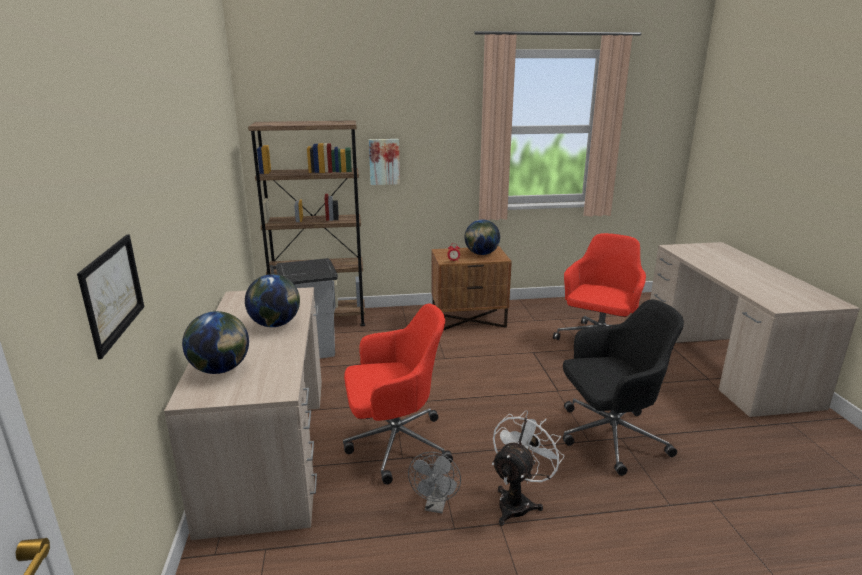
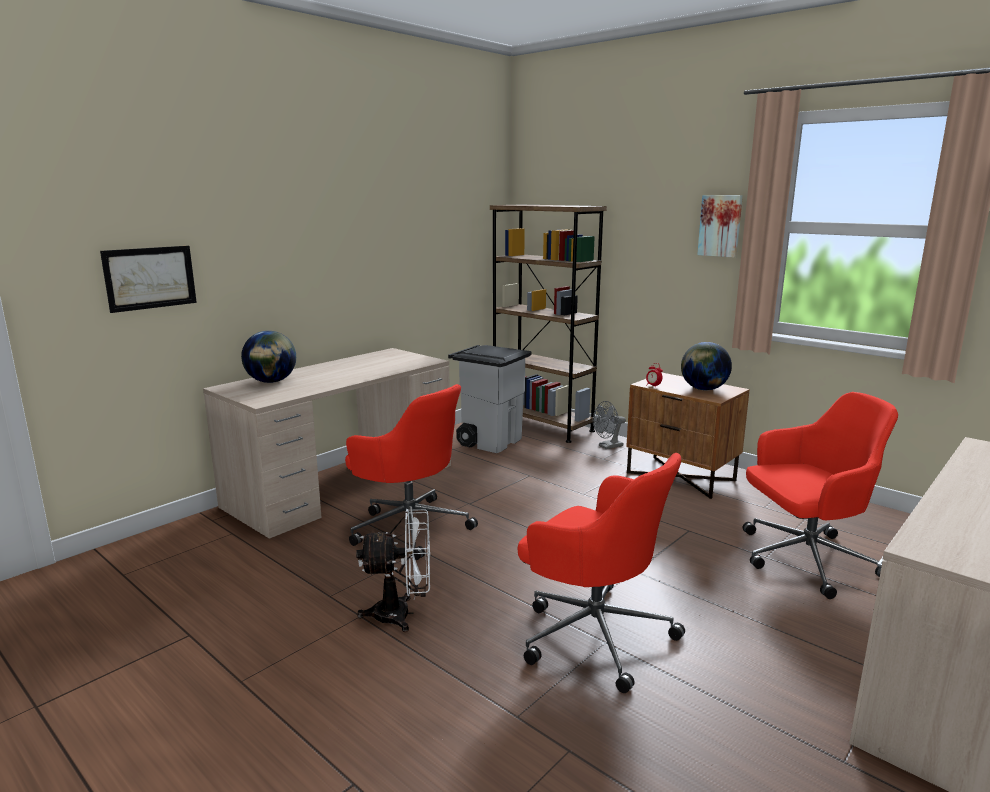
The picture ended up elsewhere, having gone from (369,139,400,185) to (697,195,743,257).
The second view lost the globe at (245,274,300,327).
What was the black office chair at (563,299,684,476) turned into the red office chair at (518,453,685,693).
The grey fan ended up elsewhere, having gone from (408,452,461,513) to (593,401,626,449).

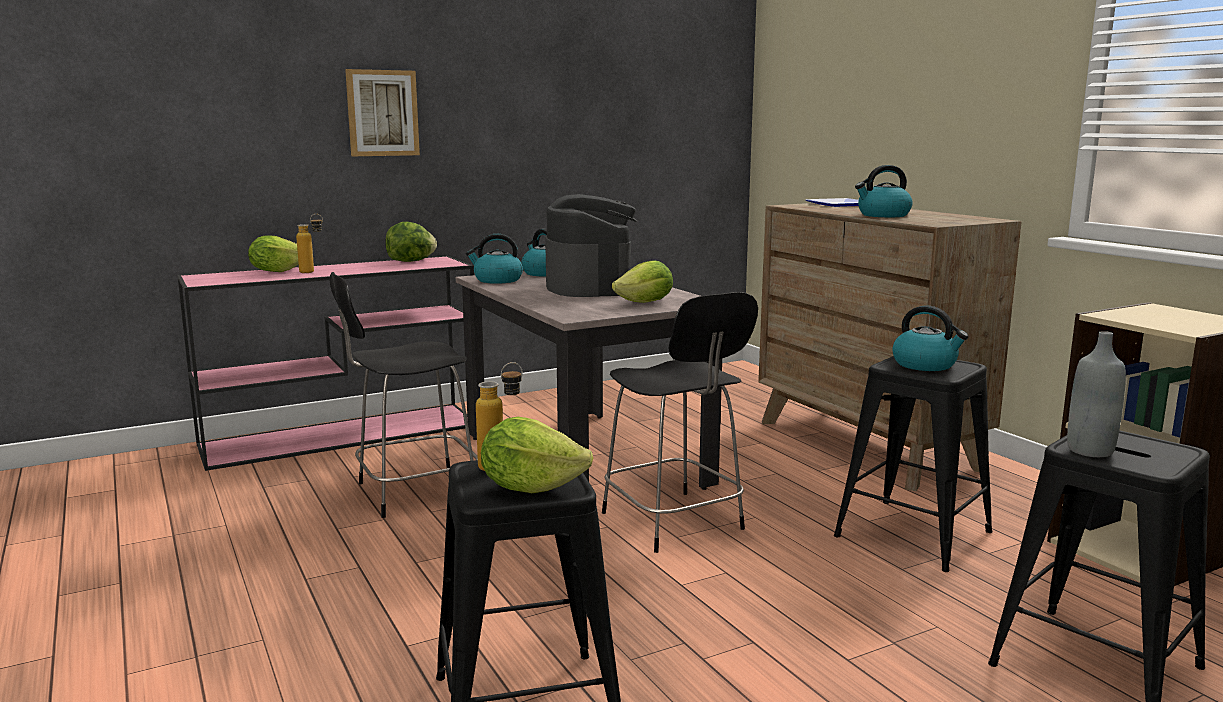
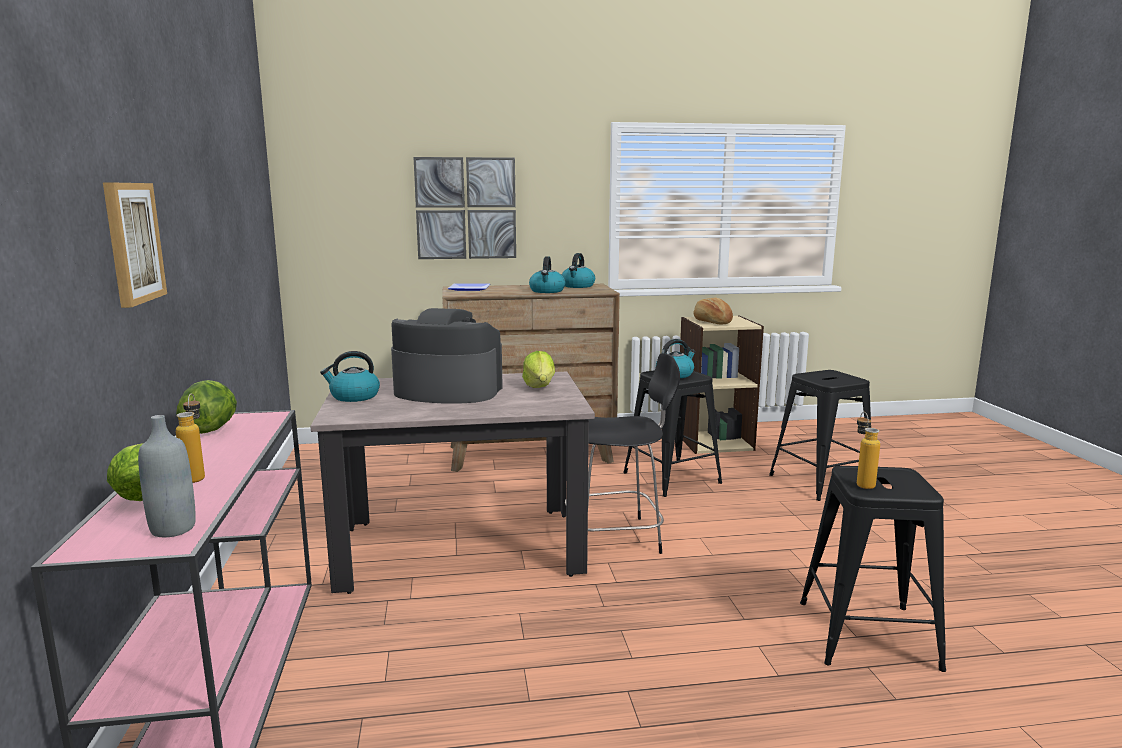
The kettle ended up elsewhere, having gone from (466,234,523,284) to (562,253,595,288).
The second view lost the black chair at (330,272,478,518).
The grey bottle ended up elsewhere, having gone from (1067,331,1126,457) to (138,415,196,537).
The second view lost the lettuce at (481,417,593,493).
The second view gained the picture at (414,157,516,259).
The second view gained the bread at (693,298,733,324).

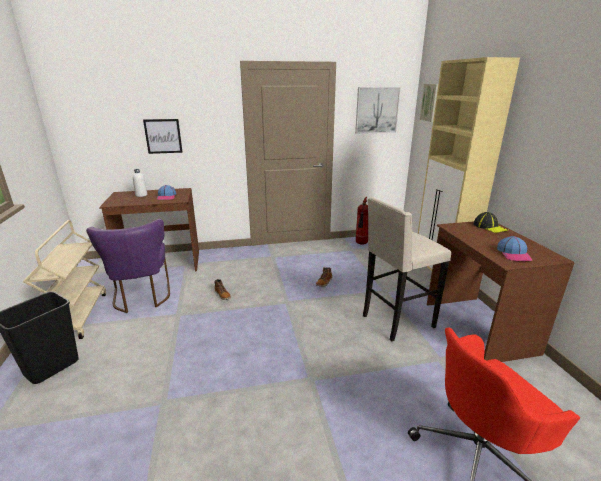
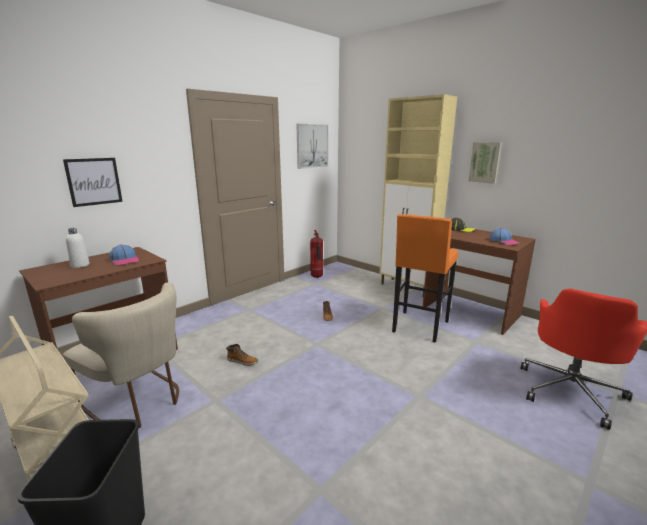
The picture ended up elsewhere, having gone from (420,84,438,122) to (469,142,502,184).
What was the beige stool at (363,197,451,341) turned into the orange stool at (392,214,458,343).
What was the purple chair at (86,219,170,313) turned into the beige chair at (63,282,179,428).

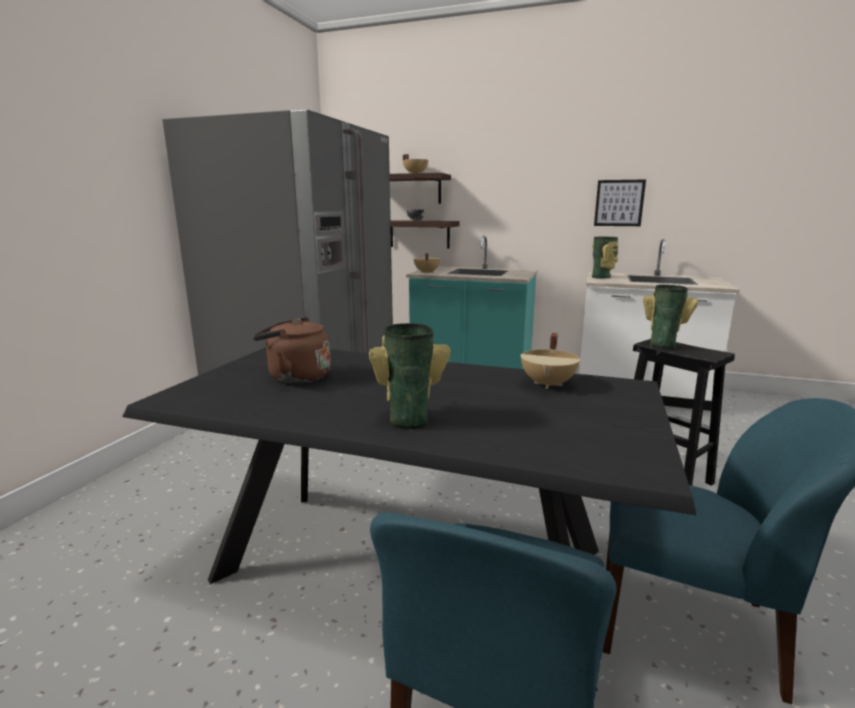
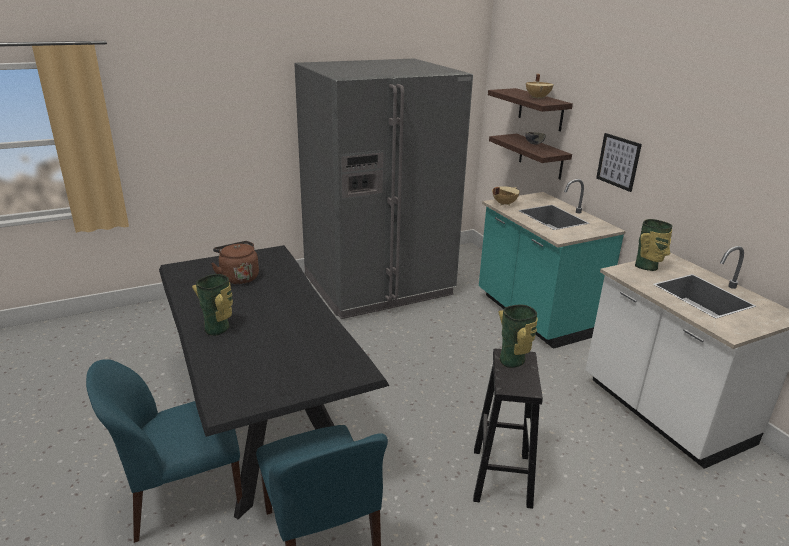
The picture ended up elsewhere, having gone from (594,179,646,226) to (596,133,642,192).
The second view lost the beige cooking pot at (520,333,581,389).

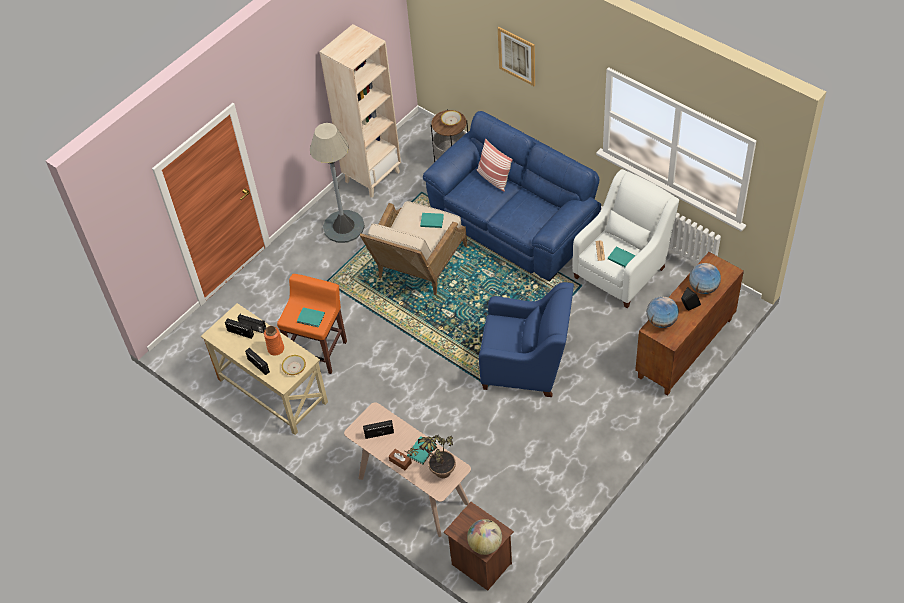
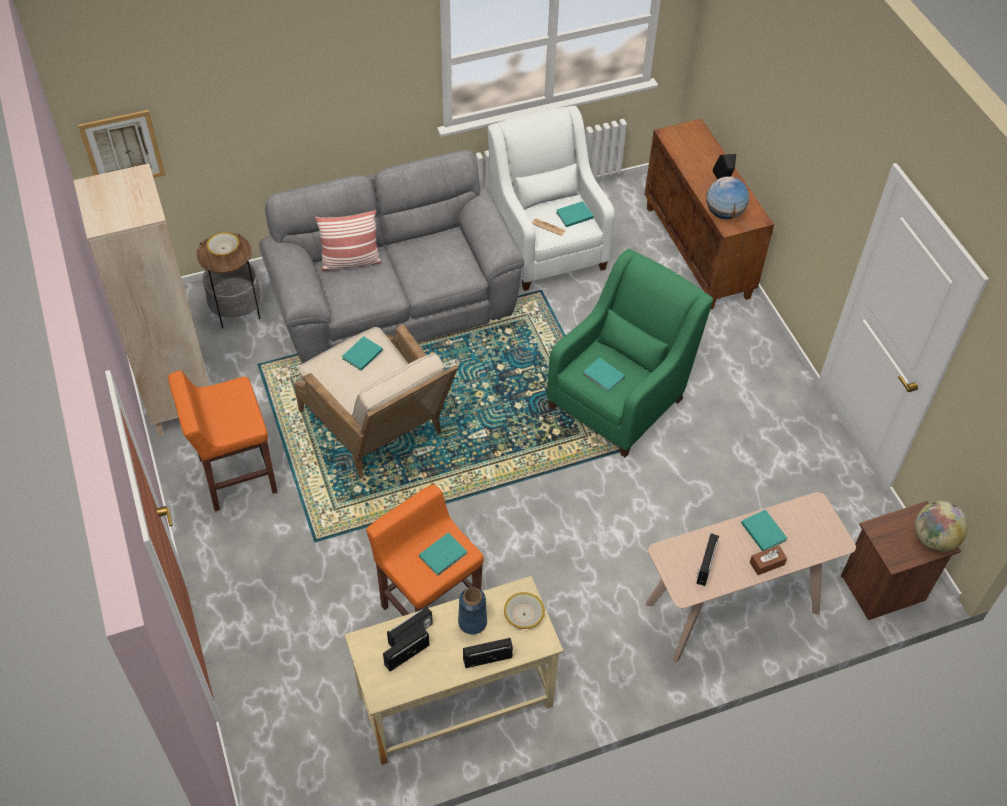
The picture ended up elsewhere, having gone from (498,27,535,86) to (78,110,166,178).
What was the blue sofa at (423,111,601,282) turned into the grey sofa at (259,150,524,364).
Where the grey floor lamp stood at (310,123,365,243), the orange stool came to stand at (168,370,277,511).
The second view lost the globe at (689,263,721,294).
What was the blue armchair at (479,282,574,397) turned into the green armchair at (547,249,713,458).
What was the orange vase at (264,326,284,356) turned into the blue vase at (458,587,487,635).
The second view lost the potted plant at (403,435,456,478).
The second view gained the turquoise book at (583,357,625,392).

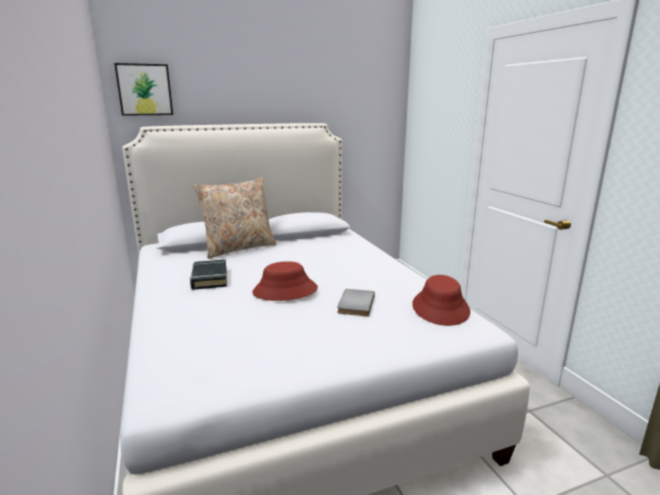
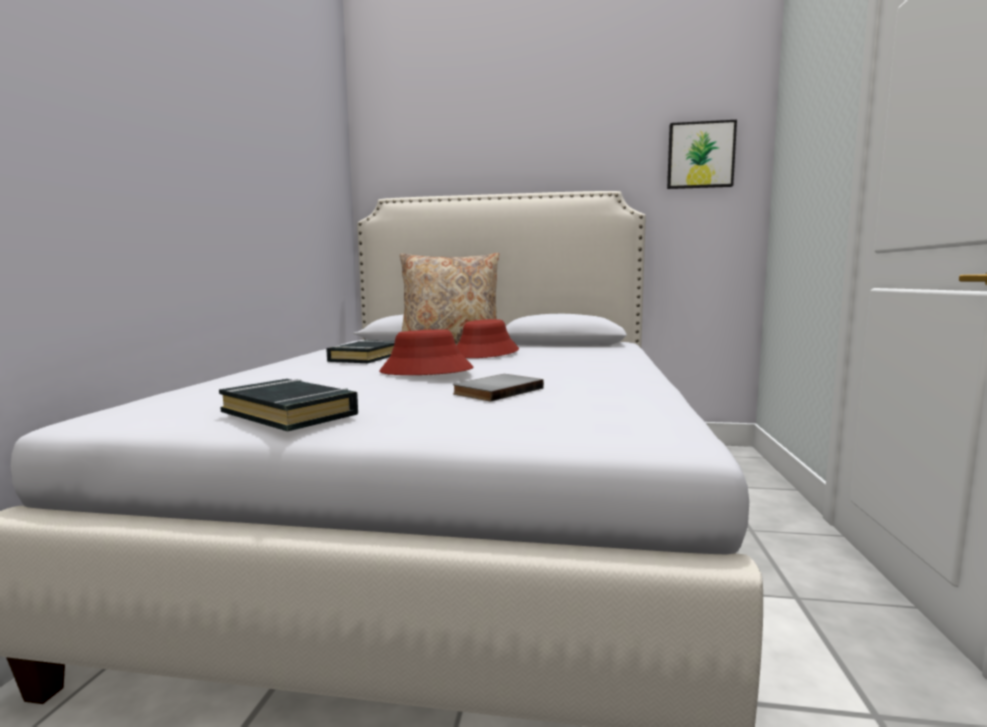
The picture ended up elsewhere, having gone from (114,63,173,116) to (667,120,737,189).
The red hat ended up elsewhere, having gone from (412,275,470,326) to (457,319,519,358).
The second view gained the black book at (219,379,358,431).

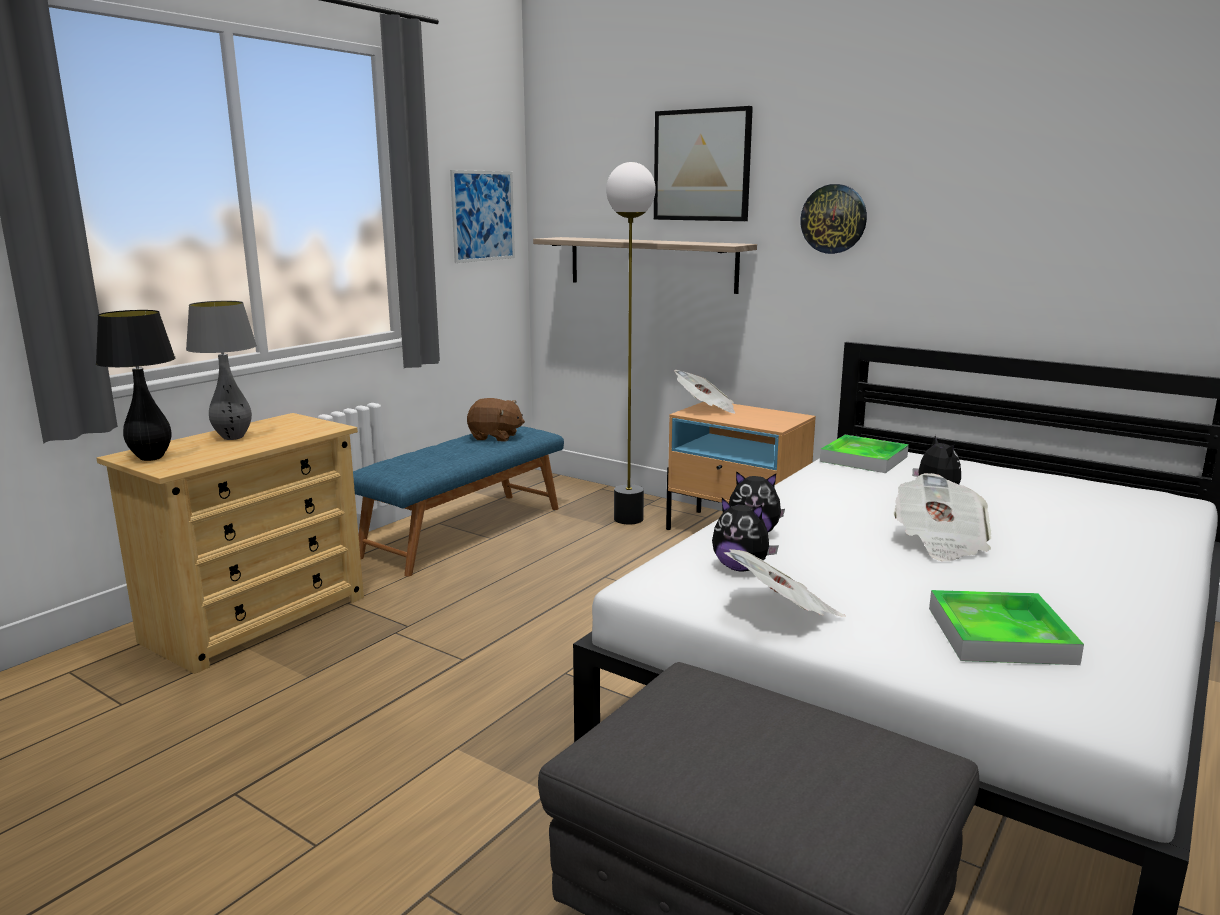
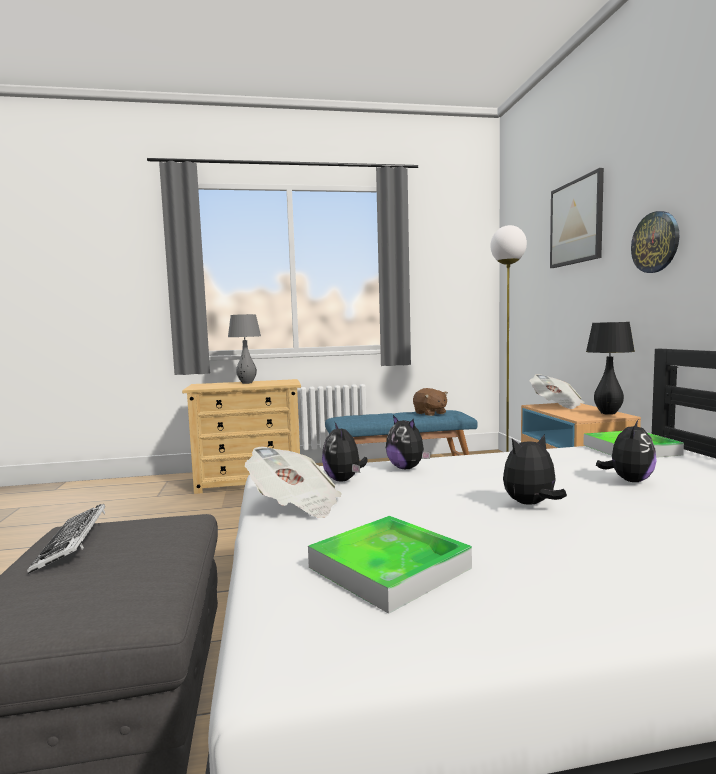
The second view lost the picture at (450,170,515,263).
The second view lost the shelf at (533,237,757,294).
The black table lamp ended up elsewhere, having gone from (96,310,175,461) to (586,322,635,415).
Where the newspaper stood at (894,473,991,561), the plush toy came to stand at (503,435,567,505).
The second view gained the keyboard at (27,504,106,574).

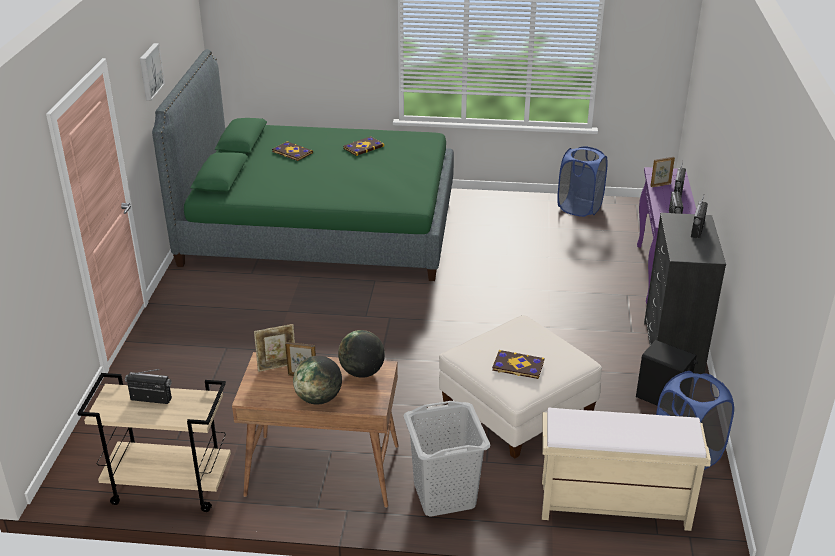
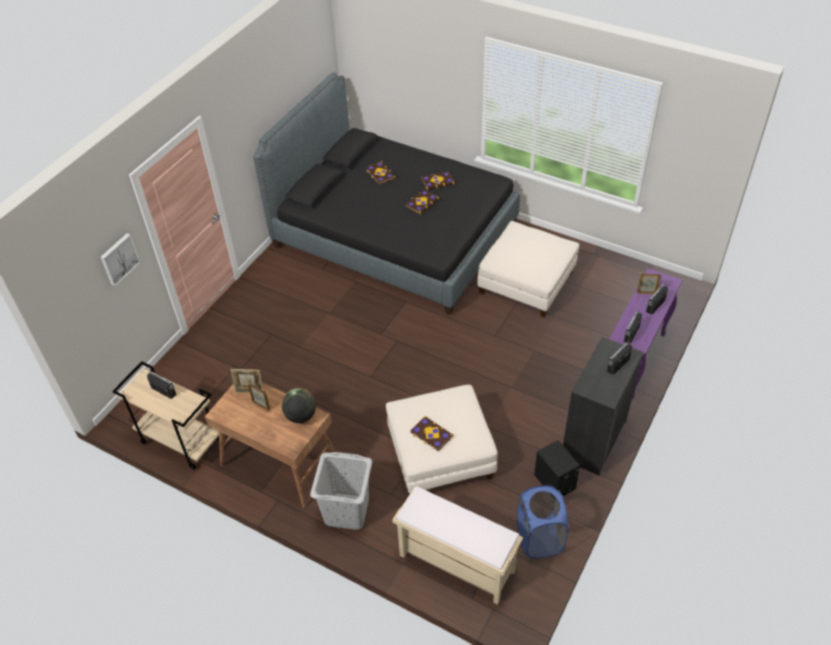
The picture ended up elsewhere, having gone from (140,43,165,100) to (100,233,141,286).
What was the green bed at (152,49,454,281) turned into the black bed at (253,72,520,315).
The second view lost the blue laundry basket at (557,146,608,217).
The second view lost the globe at (293,356,342,405).
The second view gained the book at (405,190,439,214).
The second view gained the white ottoman at (477,221,579,318).

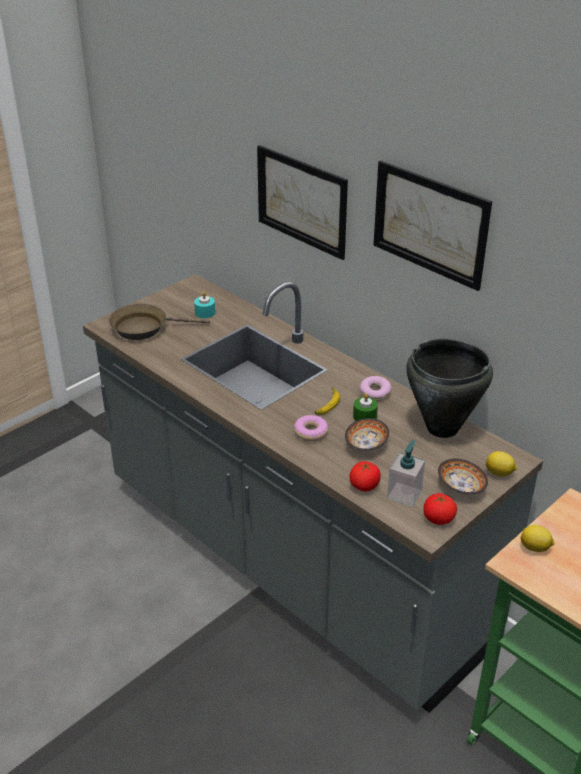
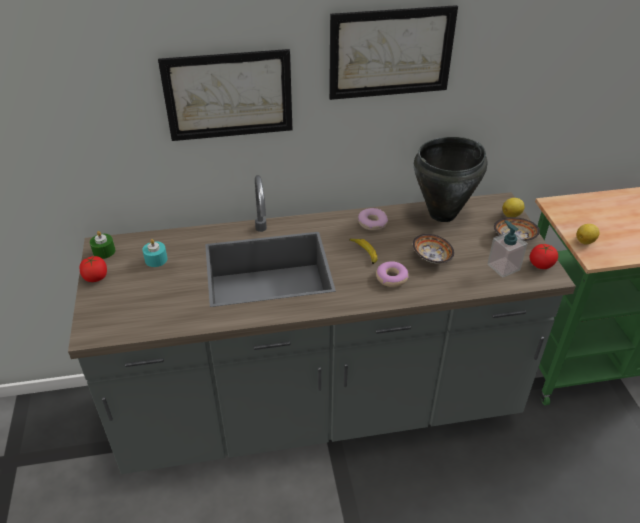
The second view lost the brown frying pan at (109,304,210,340).
The green candle ended up elsewhere, having gone from (353,393,378,421) to (90,231,115,259).
The tomato ended up elsewhere, having gone from (349,461,381,491) to (79,256,107,282).

